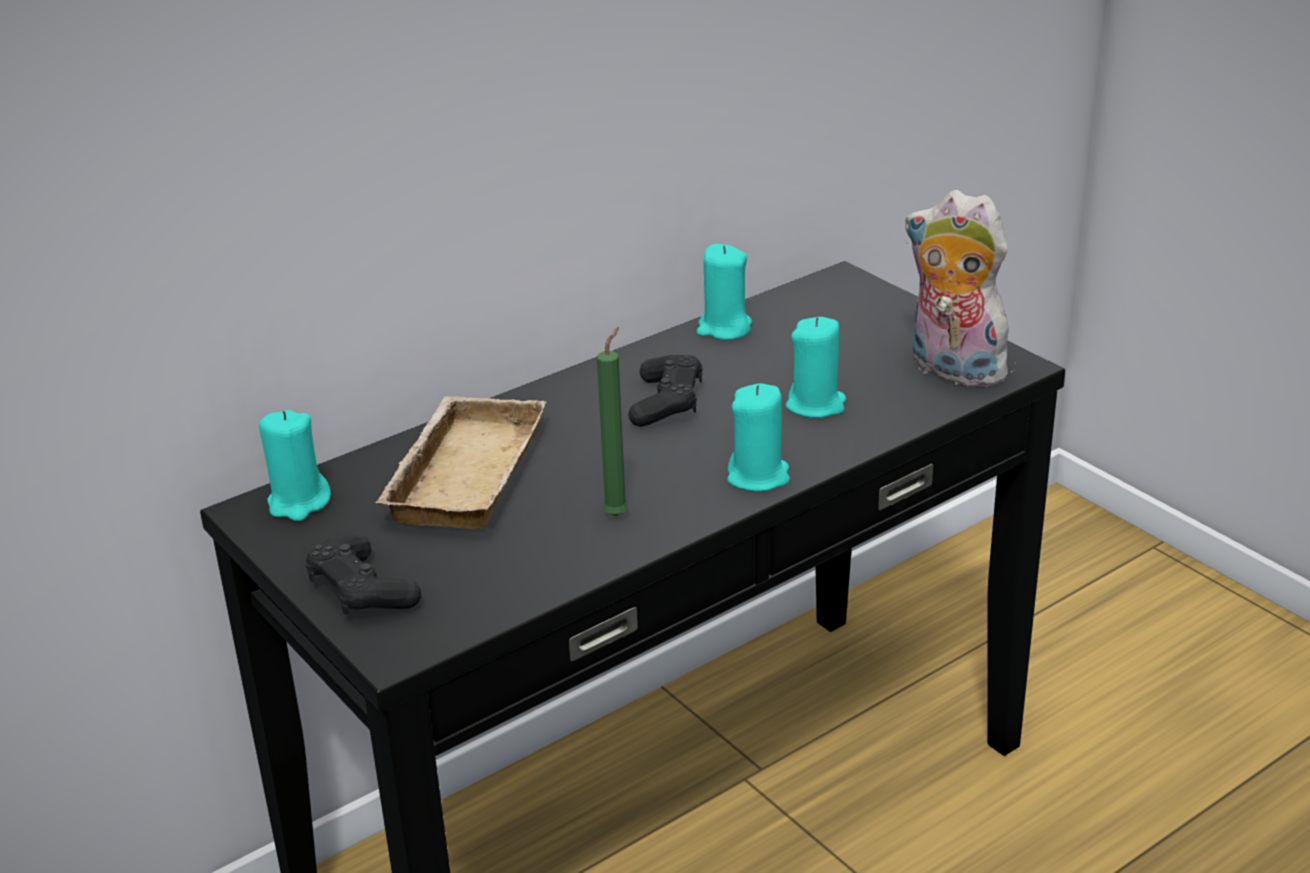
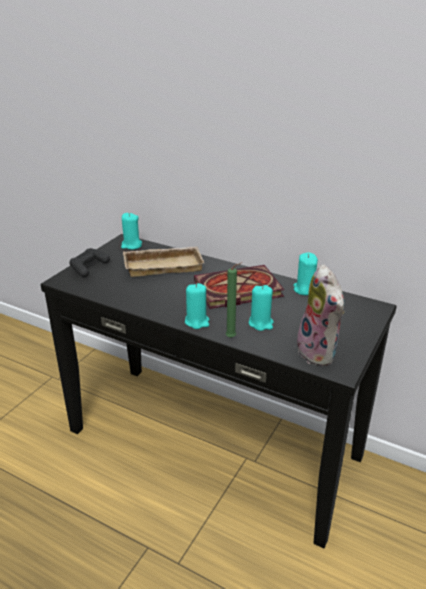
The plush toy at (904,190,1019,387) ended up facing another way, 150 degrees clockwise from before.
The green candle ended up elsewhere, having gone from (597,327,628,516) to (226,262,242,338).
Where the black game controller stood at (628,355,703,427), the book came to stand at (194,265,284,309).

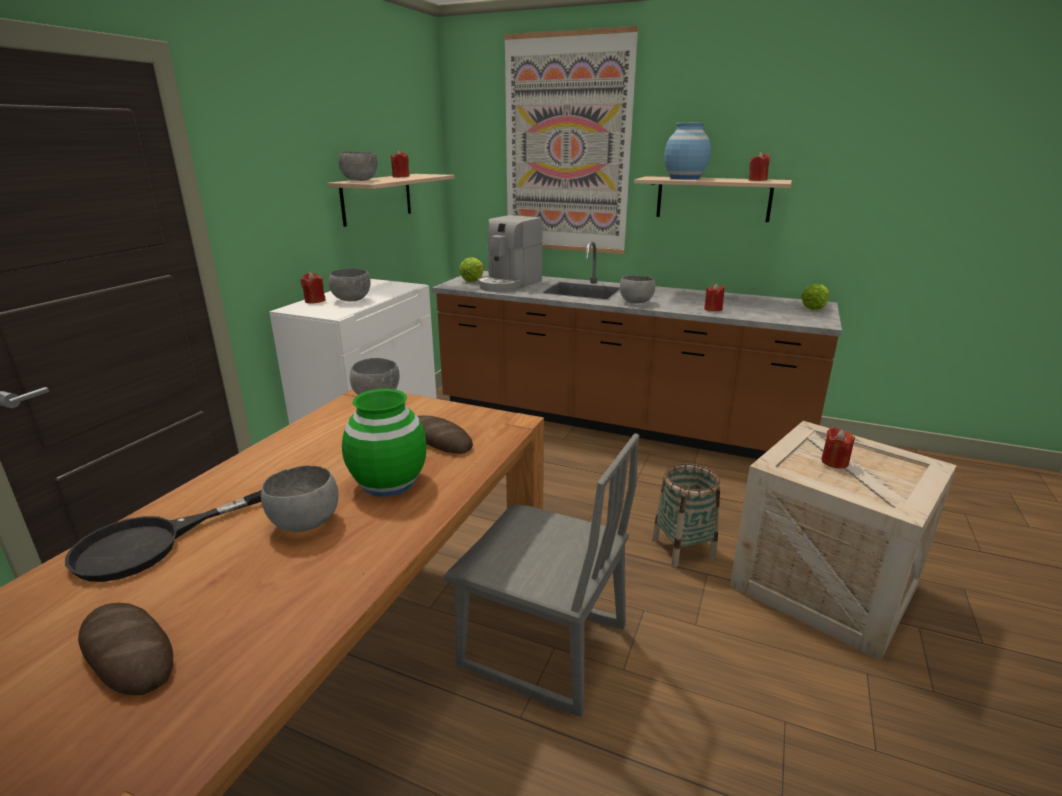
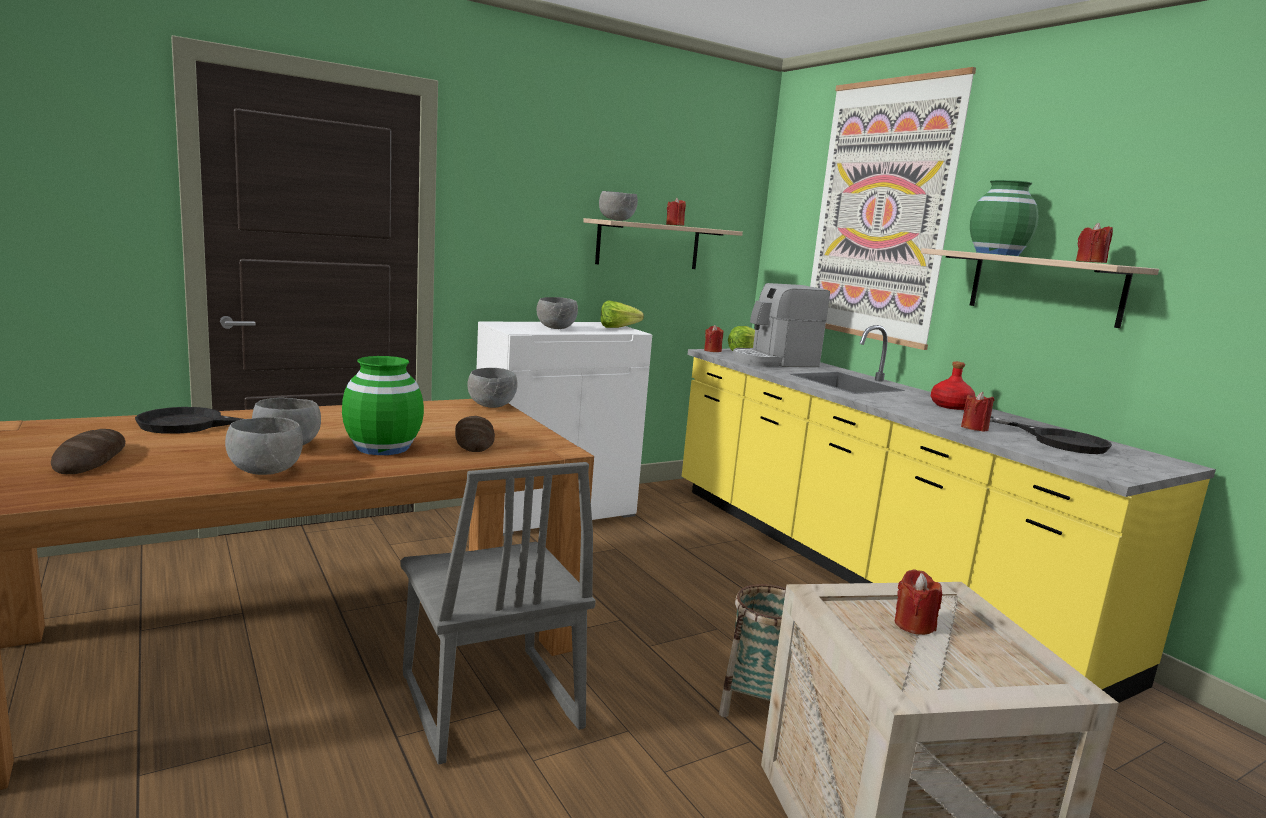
What was the blue vase at (664,123,711,179) turned into the green vase at (970,180,1038,256).
What was the brown counter at (432,241,842,459) turned into the yellow counter at (682,325,1216,703).
The red candle ended up elsewhere, having gone from (301,272,326,303) to (704,325,723,352).
The grey bowl ended up elsewhere, having gone from (620,275,655,304) to (225,417,303,475).
The lettuce ended up elsewhere, having gone from (801,284,829,310) to (601,301,644,328).
The second view gained the red bottle at (931,361,976,410).
The second view gained the black frying pan at (990,416,1112,454).

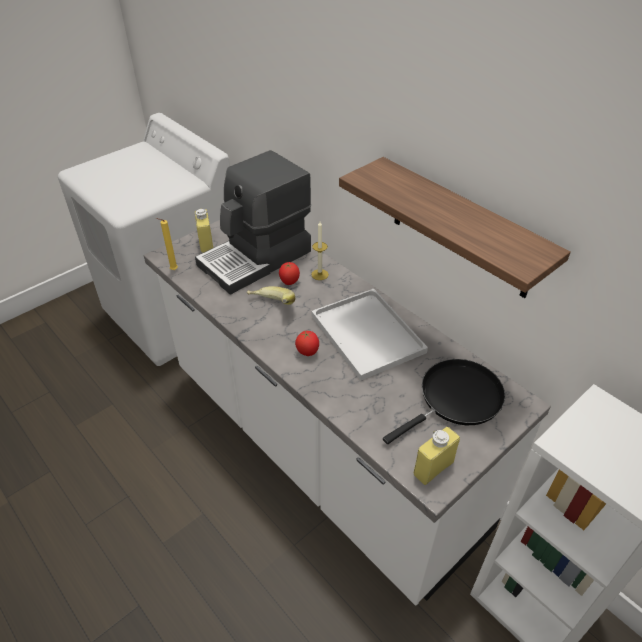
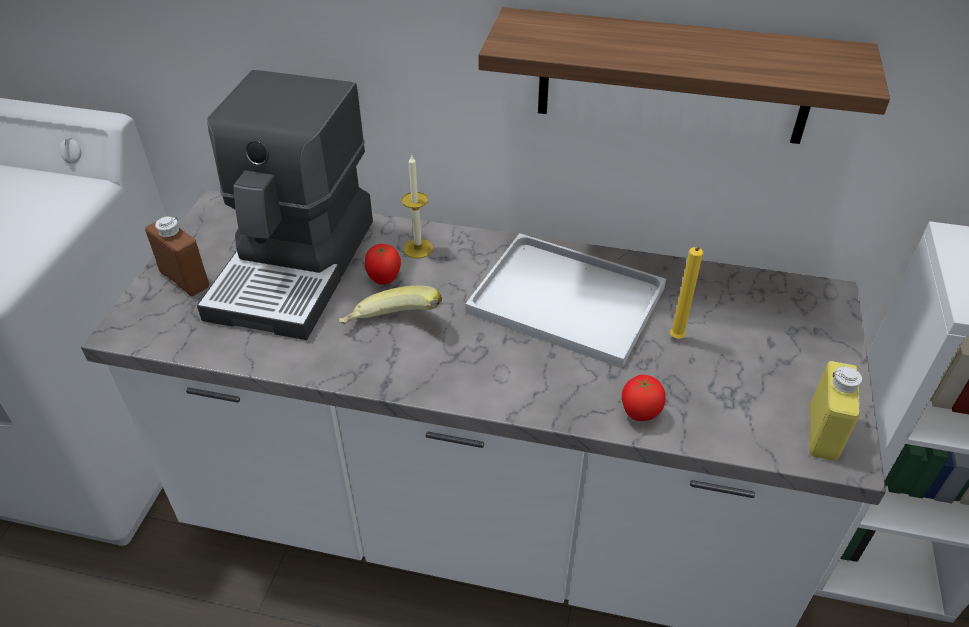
What was the yellow bottle at (195,209,213,253) turned into the brown bottle at (145,217,209,296).
The yellow candle ended up elsewhere, having gone from (156,218,178,270) to (670,247,703,339).
The tomato ended up elsewhere, having gone from (295,331,319,356) to (622,375,666,421).
The second view lost the black frying pan at (383,359,505,444).

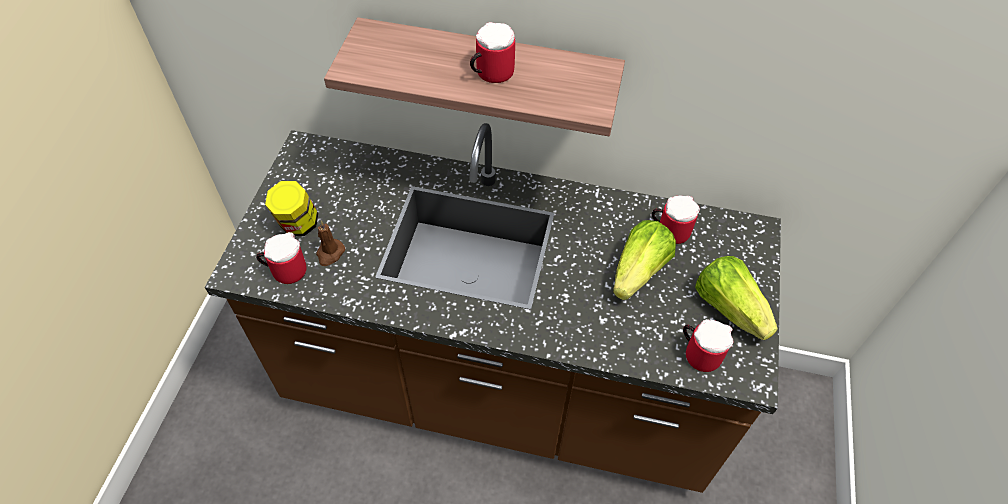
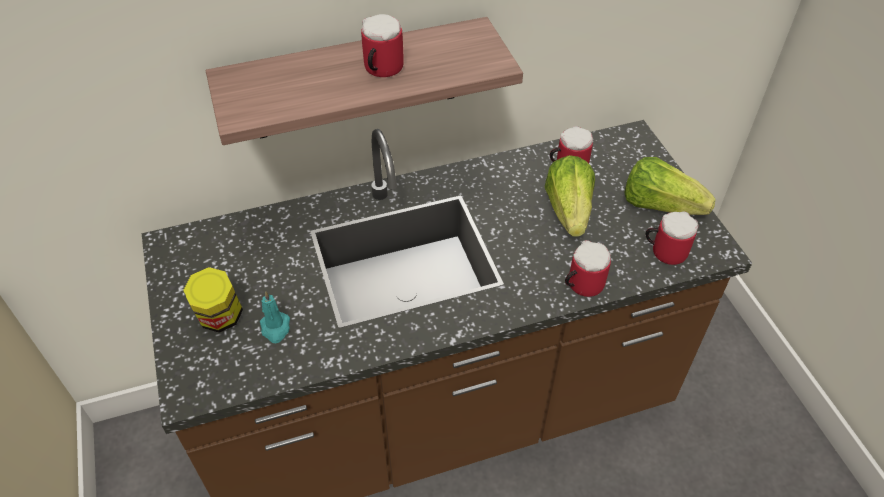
What was the brown candle at (316,221,345,266) turned into the turquoise candle at (260,291,290,343).
The mug ended up elsewhere, having gone from (256,232,307,284) to (565,240,611,297).

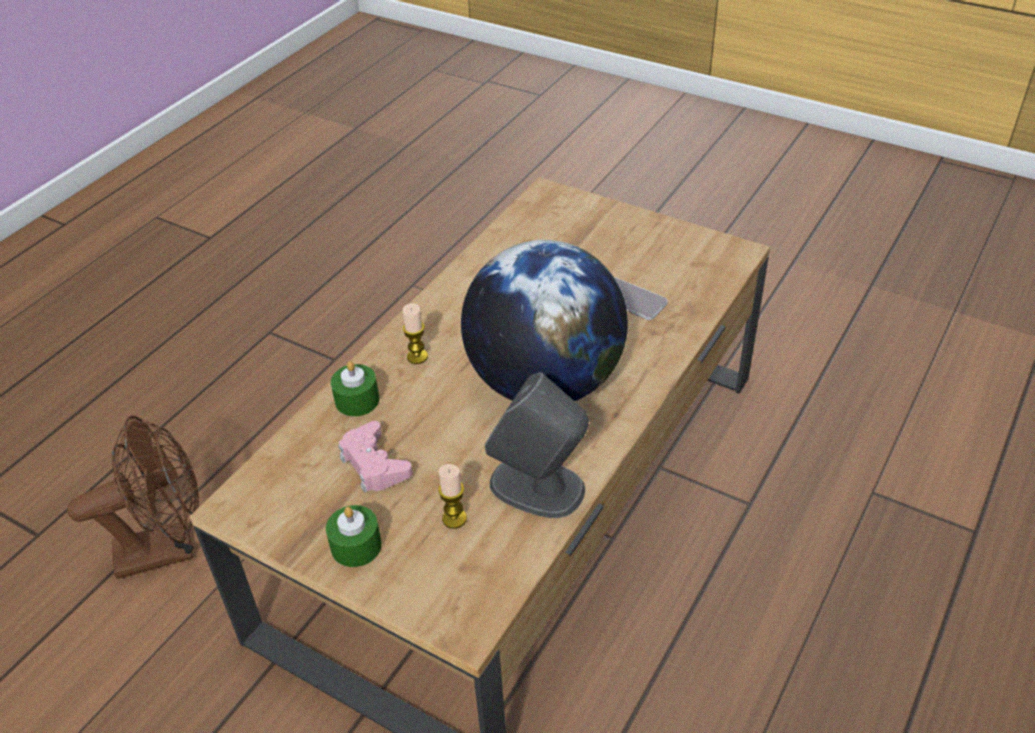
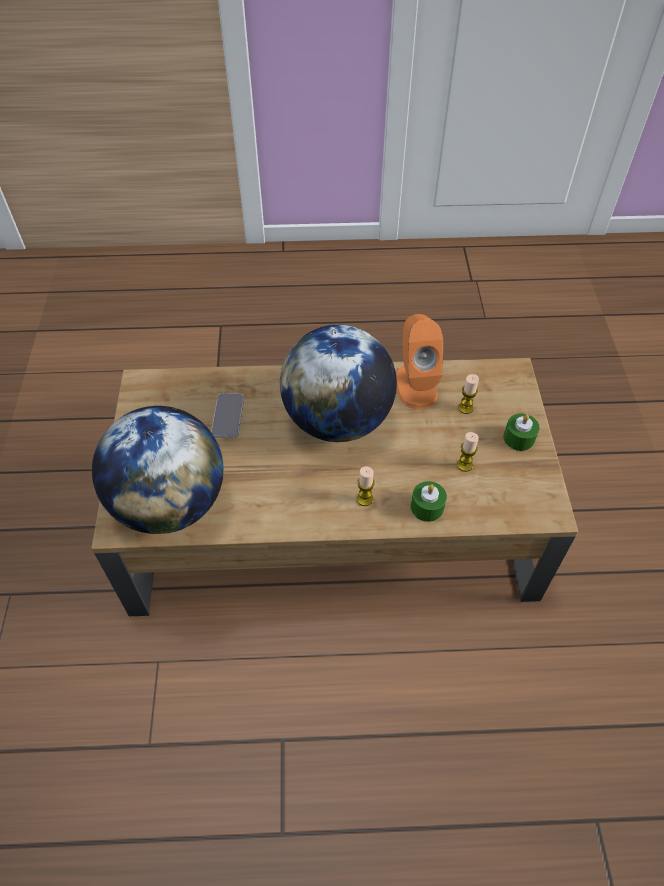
What was the grey speaker at (485,372,588,518) turned into the orange speaker at (396,314,444,409).
The second view lost the brown fan at (67,415,199,579).
Where the pink game controller stood at (338,421,412,492), the candle came to stand at (457,432,479,472).
The second view gained the globe at (92,406,223,534).

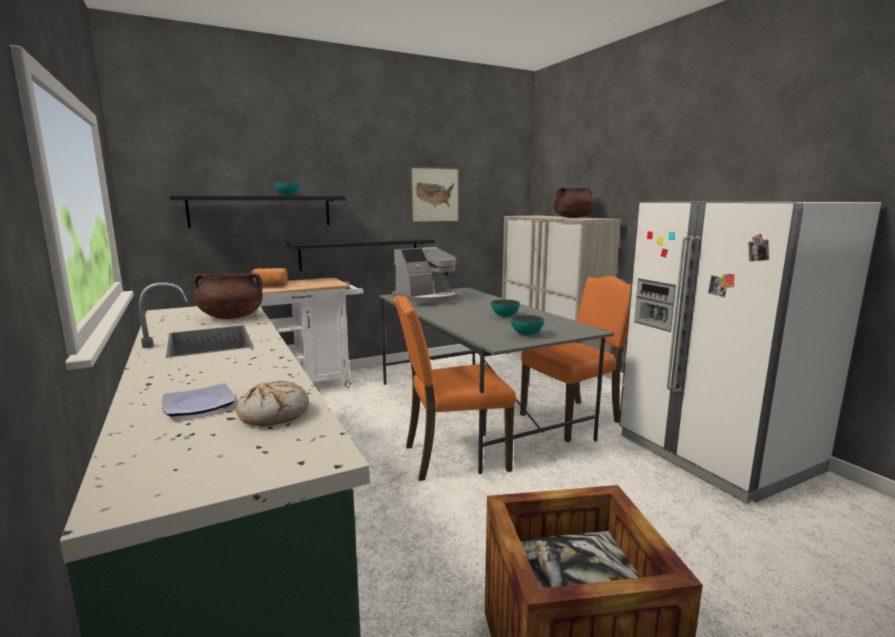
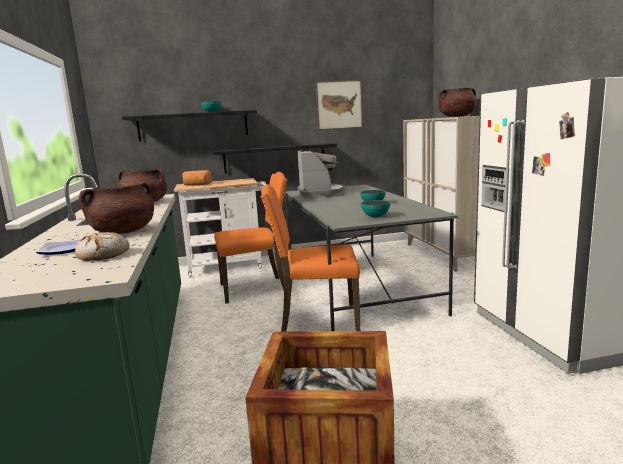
The coffee machine at (392,247,459,305) ended up facing another way, 75 degrees counterclockwise from before.
The orange chair ended up elsewhere, having gone from (520,276,631,442) to (214,172,287,304).
The second view gained the brown cooking pot at (79,182,154,234).

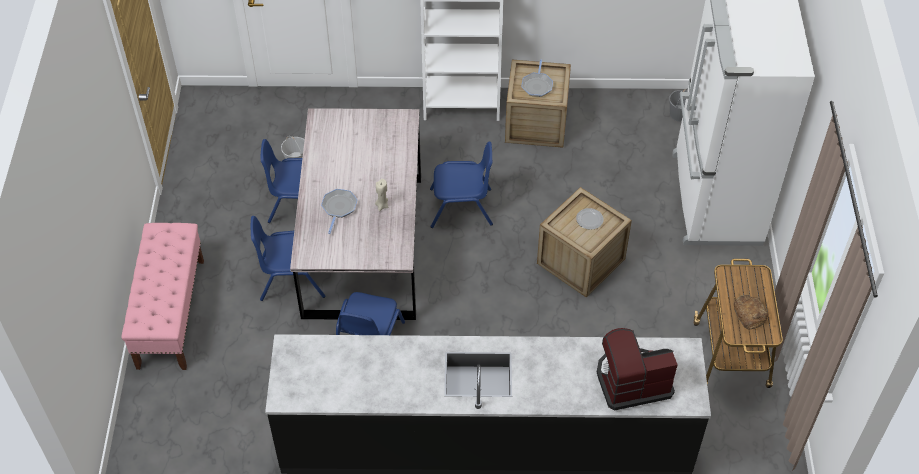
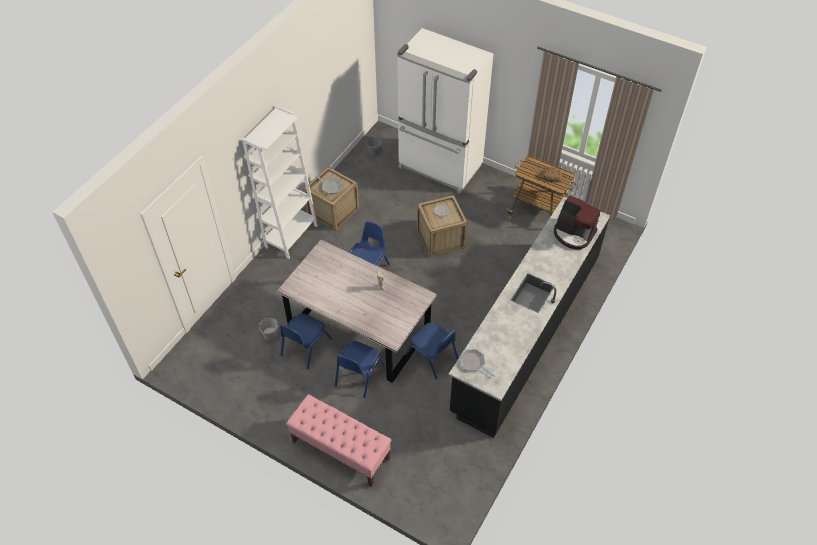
The frying pan ended up elsewhere, having gone from (321,189,357,234) to (460,349,495,377).
The coffee machine at (597,328,677,410) ended up facing another way, 75 degrees counterclockwise from before.

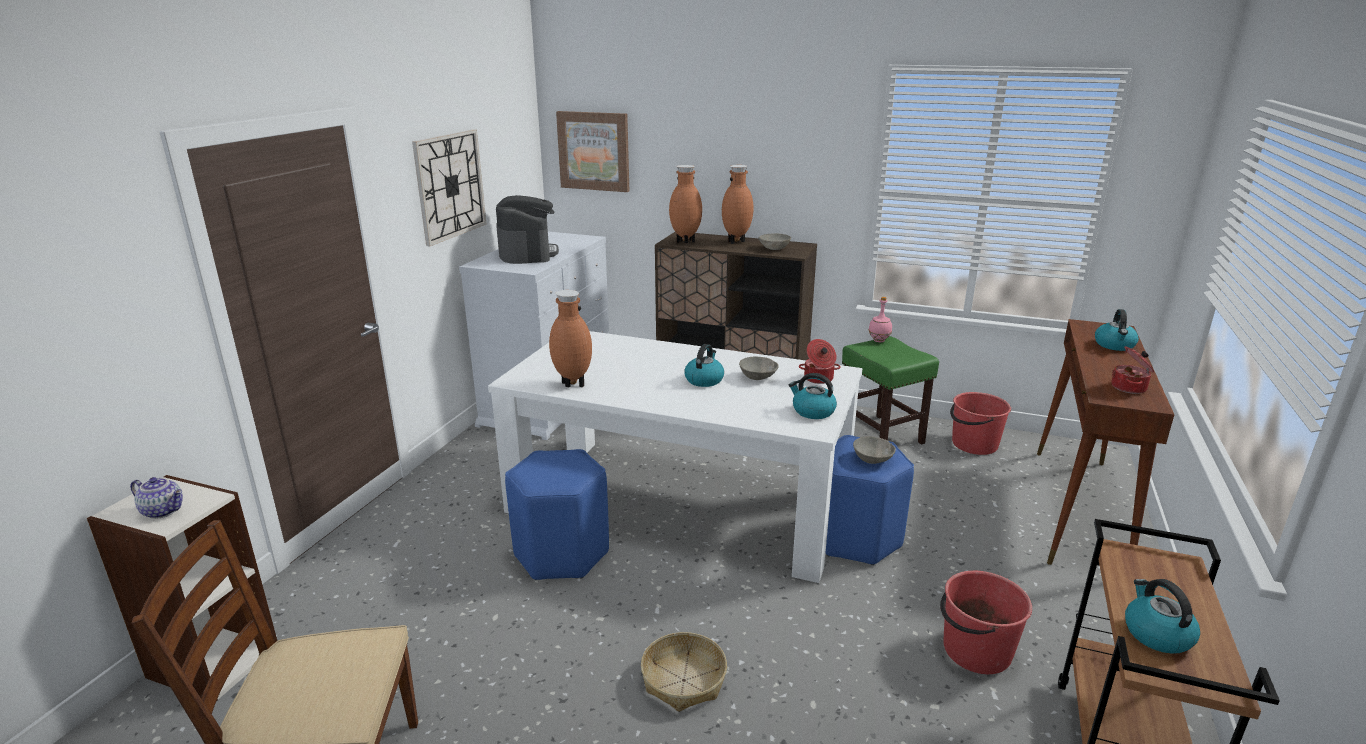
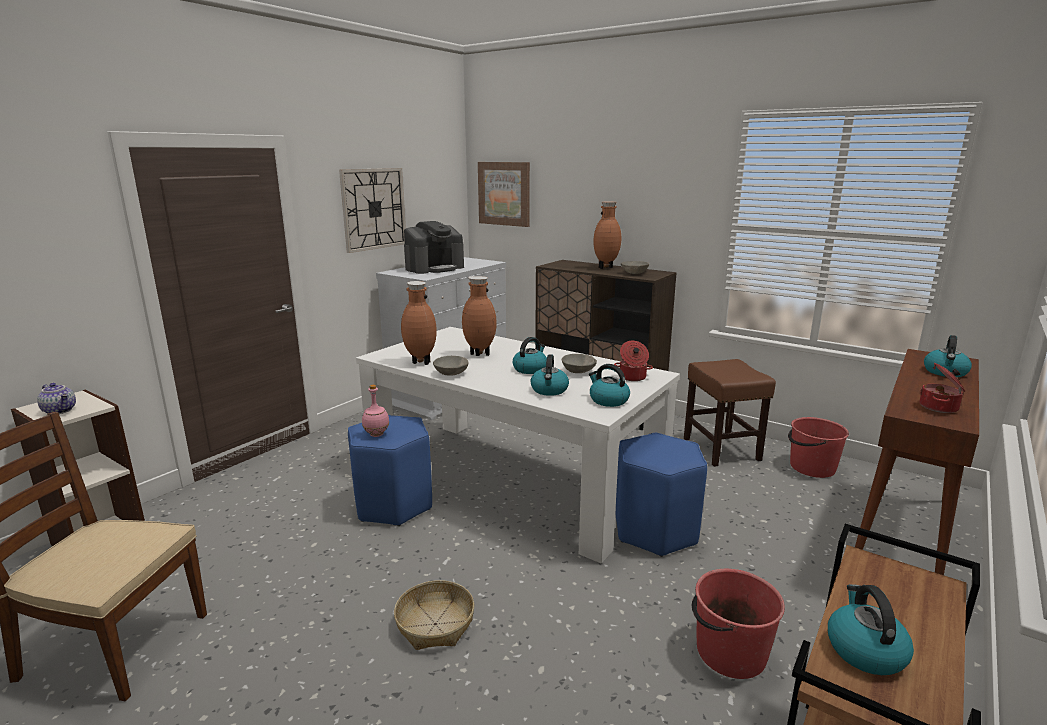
The brown vase ended up elsewhere, having gone from (669,165,702,243) to (462,276,497,356).
The coffee machine at (496,195,559,264) ended up facing another way, 45 degrees clockwise from before.
The pink bottle ended up elsewhere, having gone from (868,297,892,342) to (362,385,389,437).
What was the green stool at (842,336,939,444) turned into the brown stool at (684,359,776,467).
The grey bowl ended up elsewhere, having gone from (853,436,896,464) to (433,356,469,376).
The second view gained the kettle at (531,354,569,396).

